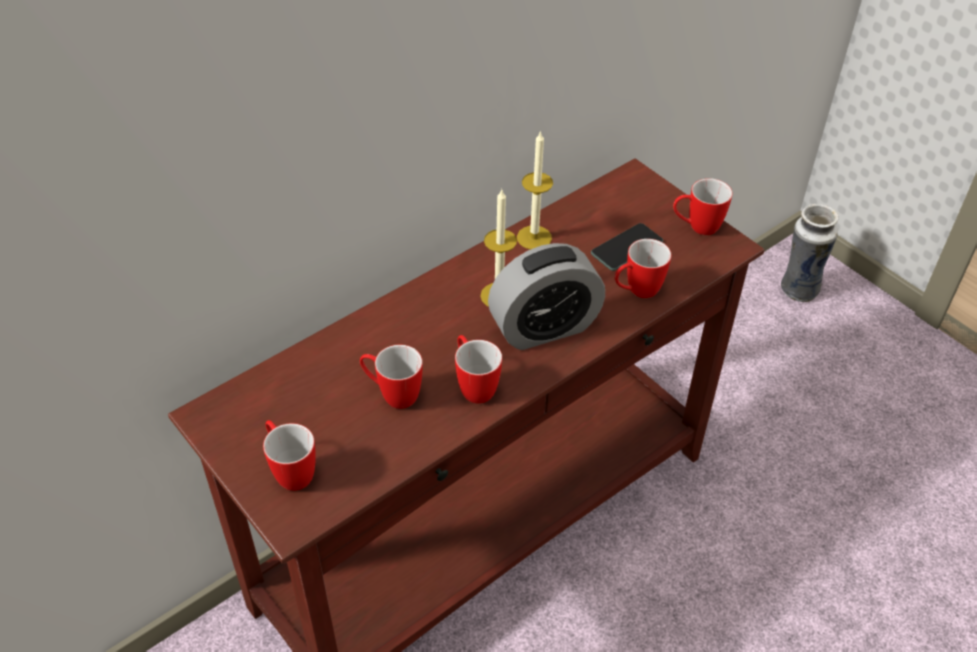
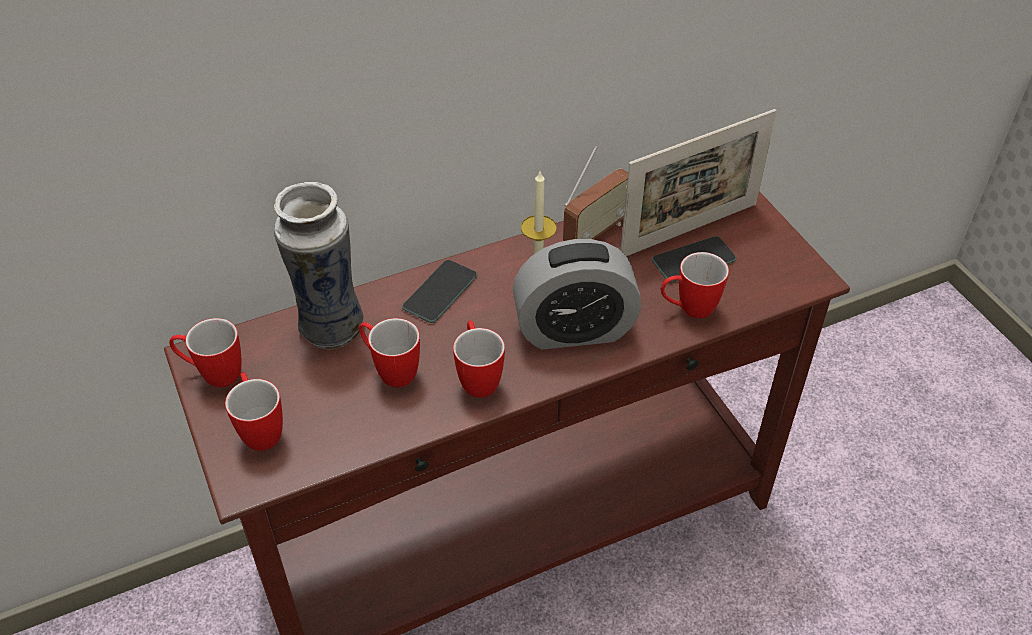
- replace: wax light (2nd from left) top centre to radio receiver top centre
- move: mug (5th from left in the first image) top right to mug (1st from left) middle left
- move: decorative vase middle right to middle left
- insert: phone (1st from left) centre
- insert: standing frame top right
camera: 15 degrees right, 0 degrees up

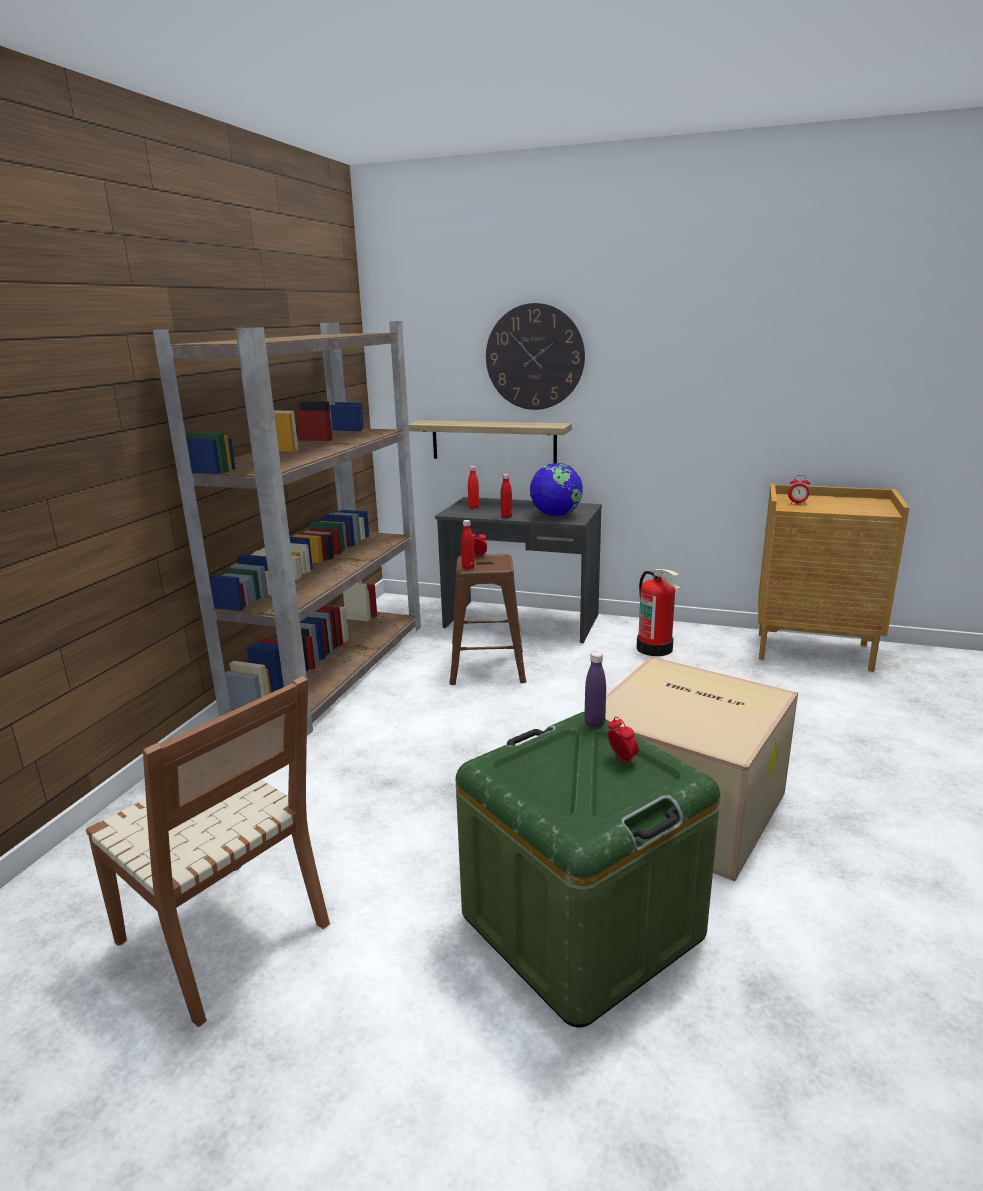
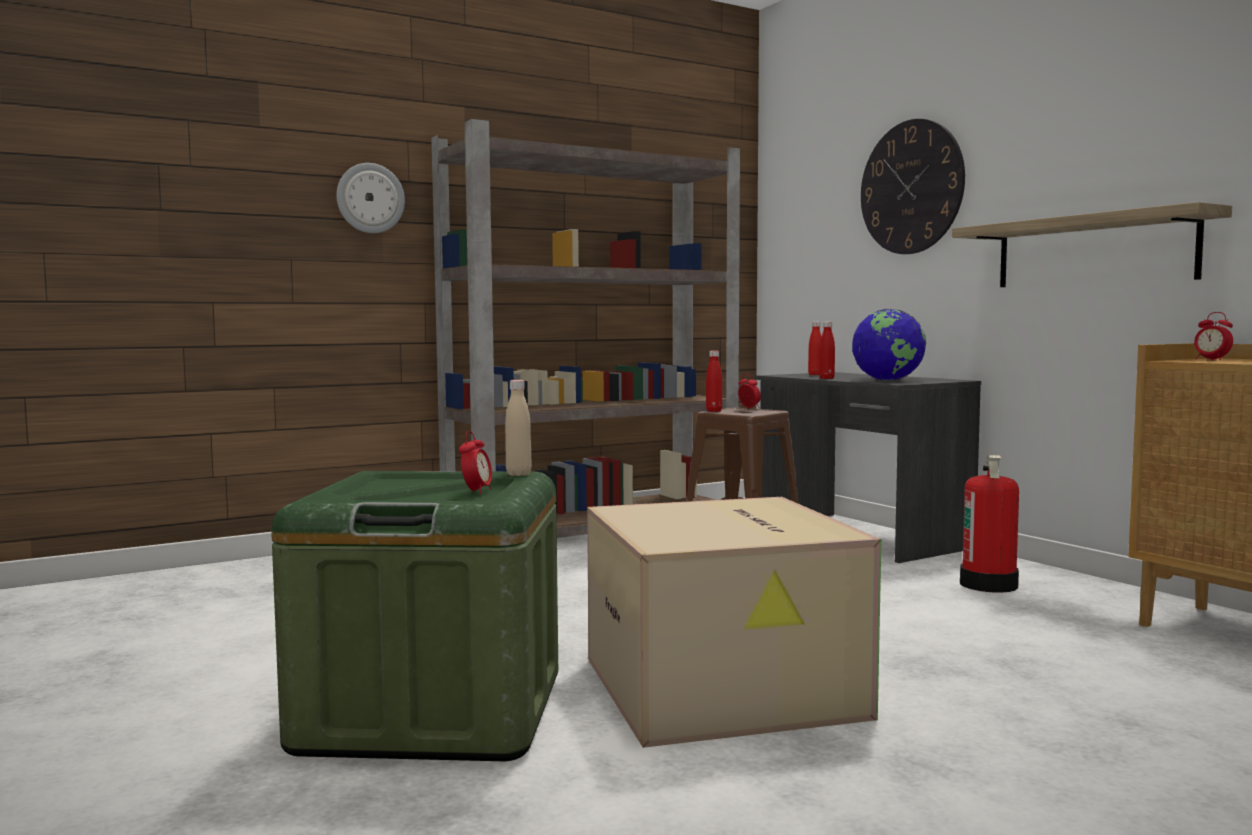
- delete: plain chair bottom left
- move: wall shelf centre to top right
- recolor: bottle (purple) centre to bottle (beige-coloured) centre
- insert: wall clock (1st from left) top left
camera: 40 degrees right, 15 degrees down

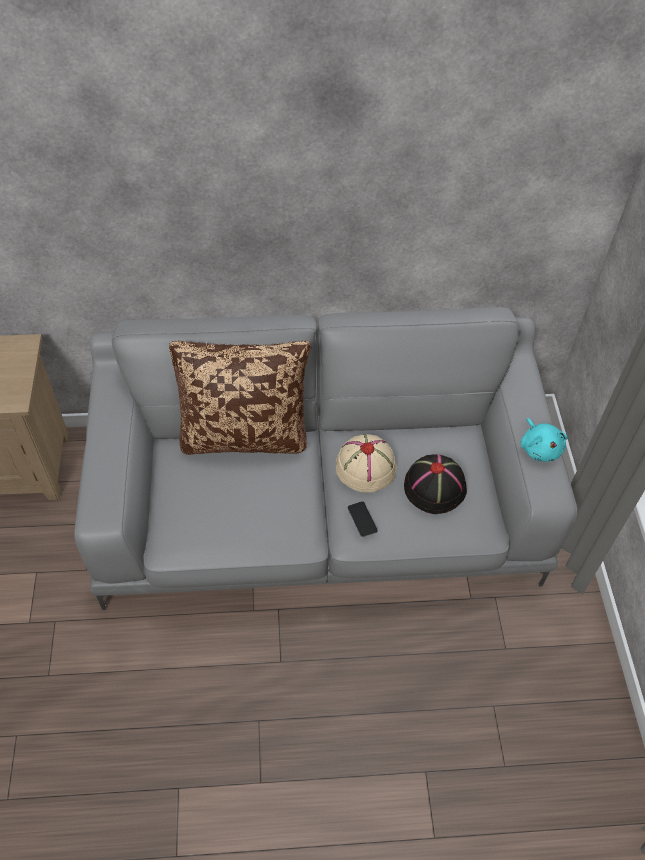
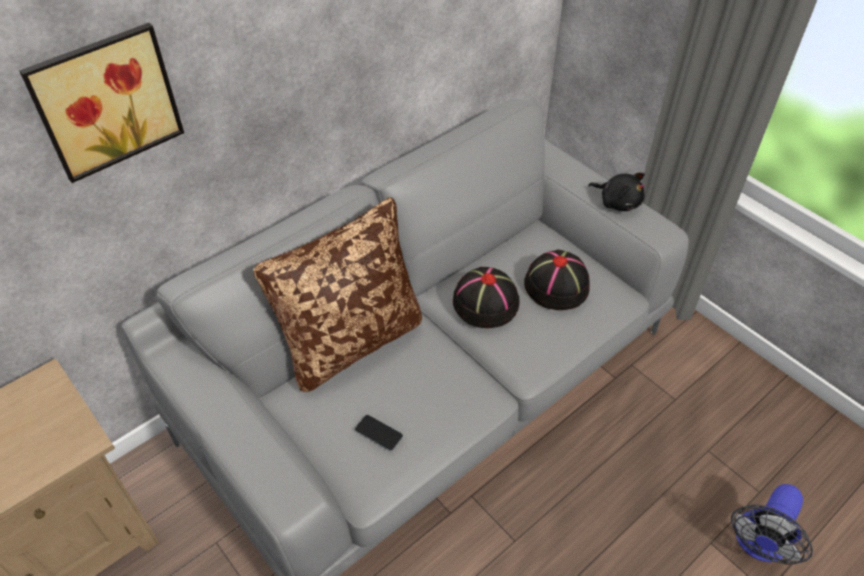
- recolor: wearable hat (beige-coloured) centre to wearable hat (blackish) (1st from left) centre
- move: phone centre to bottom centre
- recolor: plush toy (turquoise-coloured) middle right to plush toy (blackish) middle right
- insert: picture top left
- insert: electric fan bottom right
camera: 35 degrees left, 5 degrees down

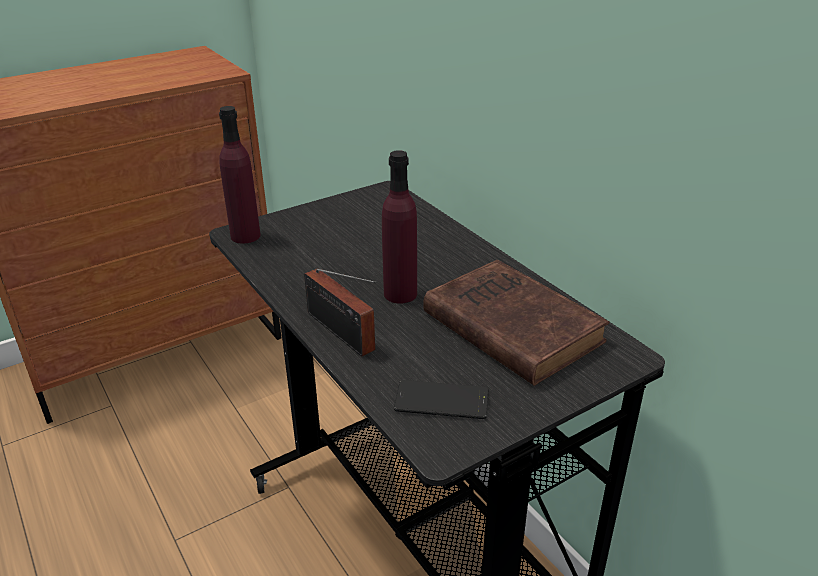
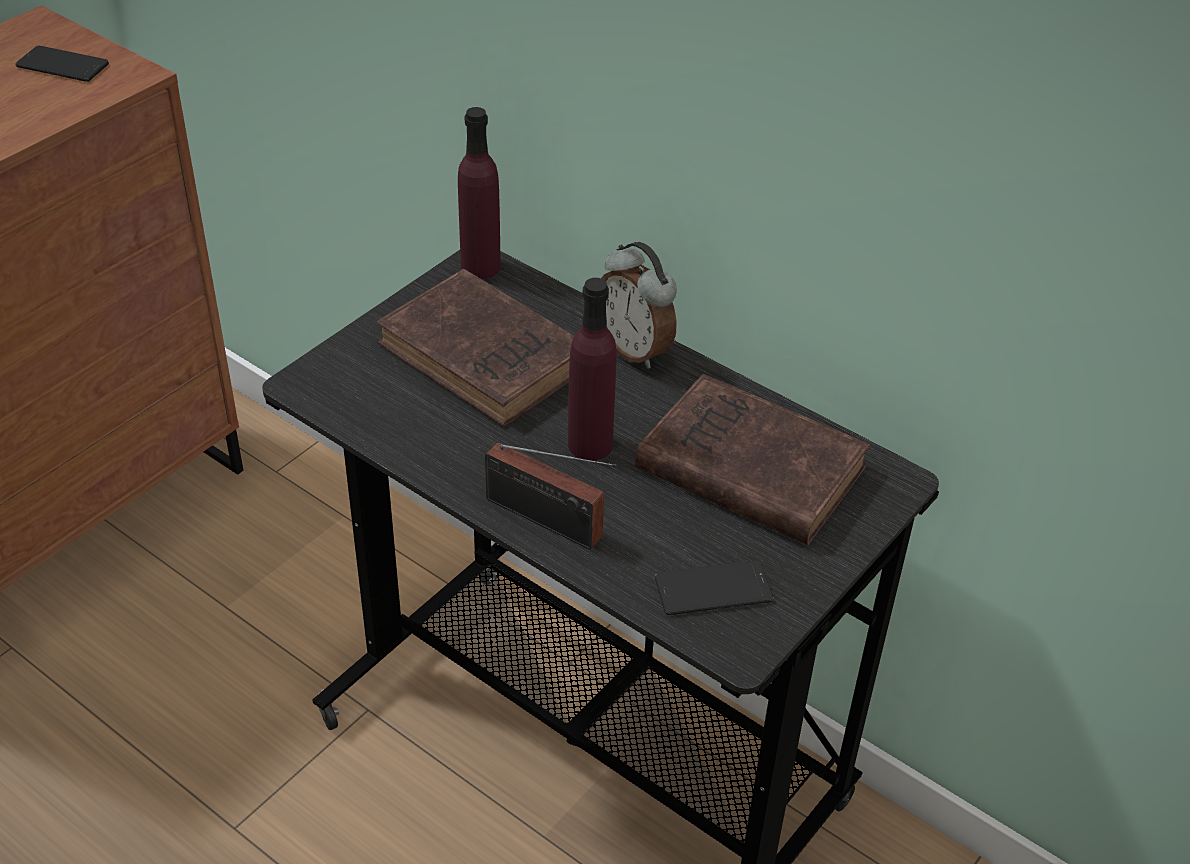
- move: bottle (purple) (1st from left) top left to top centre
- insert: phone (1st from left) top left
- insert: volume (brown-coloured) (1st from left) centre
- insert: table clock centre
camera: 20 degrees left, 10 degrees up

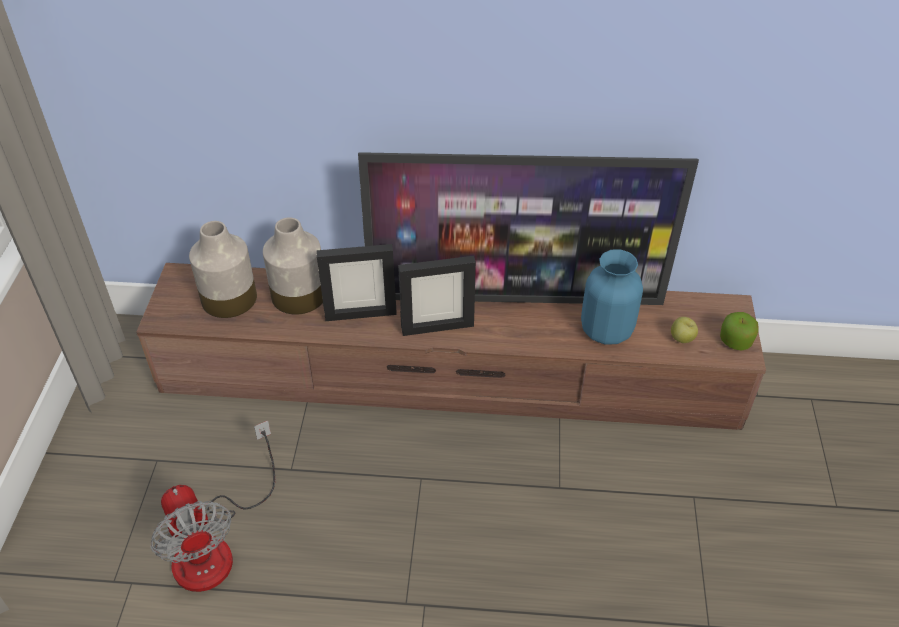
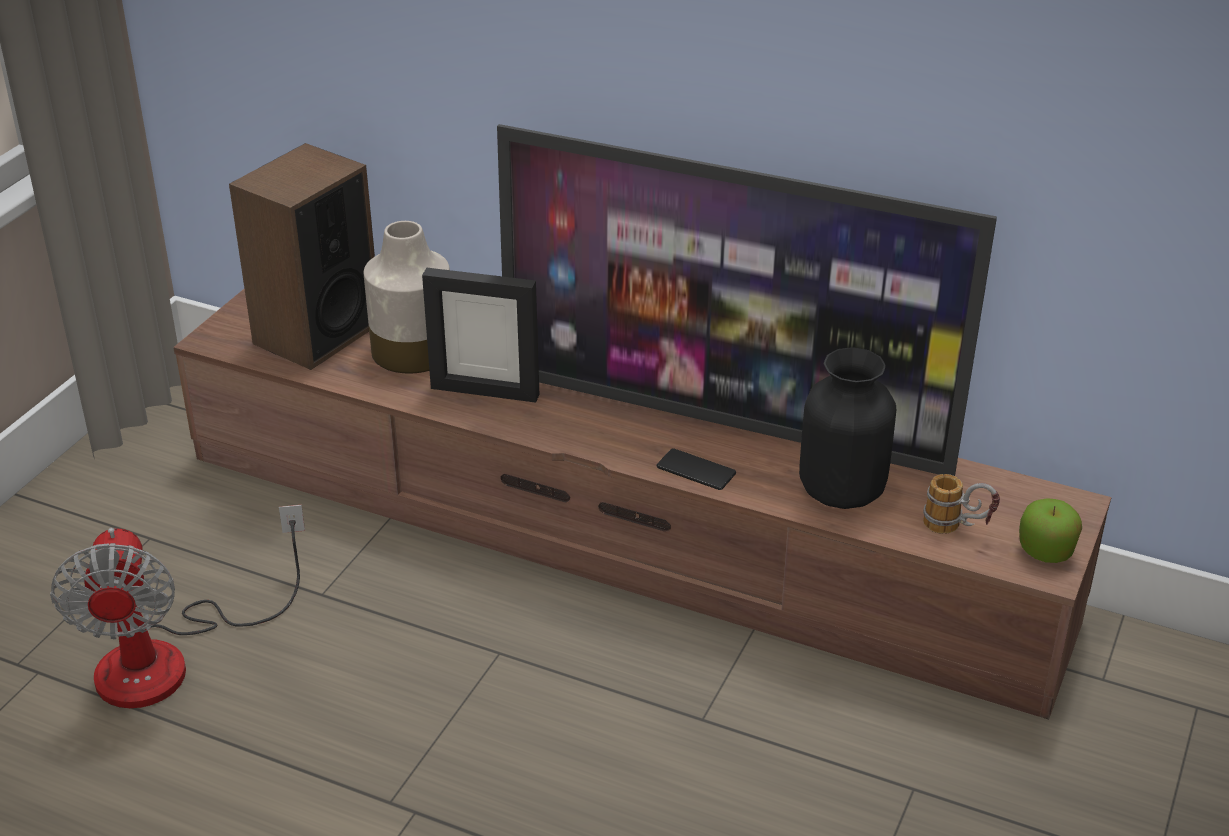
- replace: decorative vase (beige-coloured) (1st from left) middle left to audio speaker top left
- delete: standing frame (2nd from left) centre
- recolor: decorative vase (bluish) middle right to decorative vase (blackish) middle right
- replace: apple fruit (1st from left) middle right to mug middle right
- insert: phone centre
camera: 20 degrees right, 10 degrees down

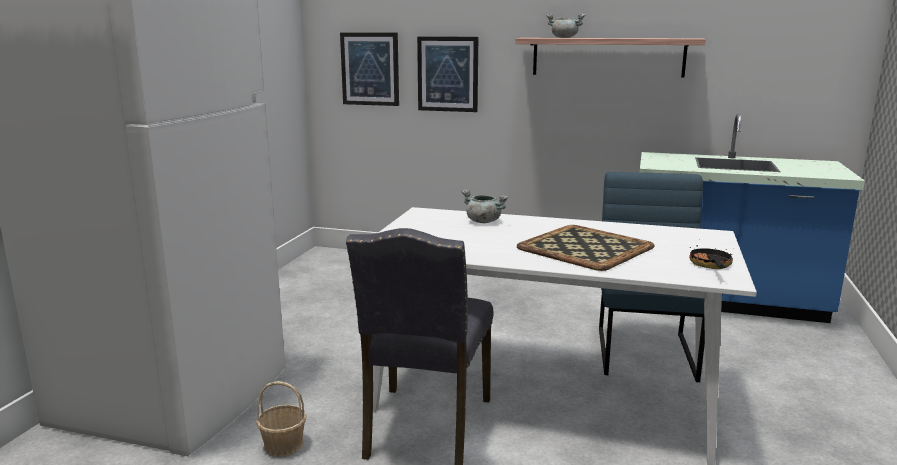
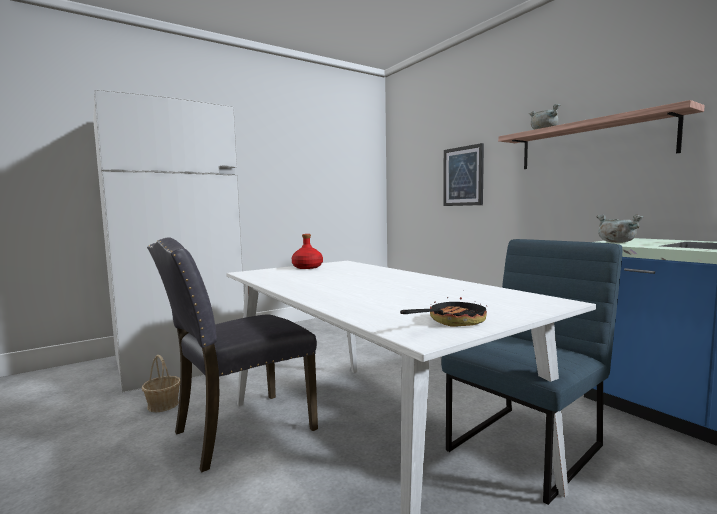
- delete: picture (1st from left) top centre
- move: saucepot (greyish) (1st from left in the first image) centre to saucepot (greyish) (2nd from left) middle right
- delete: serving tray centre
- insert: bottle (red) centre
camera: 40 degrees right, 10 degrees down

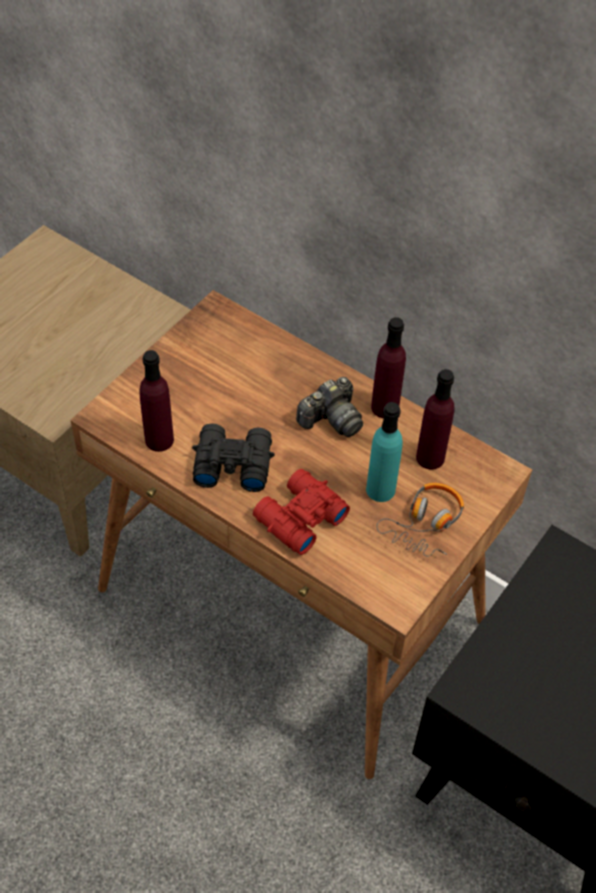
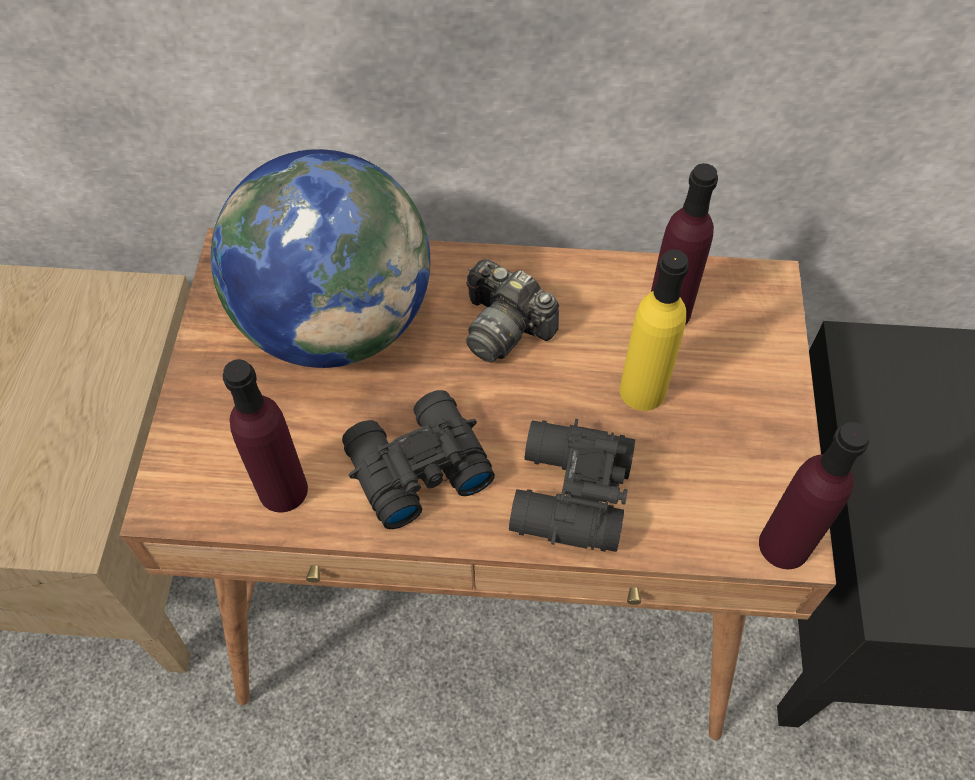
- recolor: field glasses (red) centre to field glasses (blackish) (2nd from left) centre
- rotate: photo camera centre = centre 105 degrees clockwise
- recolor: bottle (turquoise-coloured) centre to bottle (yellow) middle right
- move: bottle (purple) (2nd from left in the first image) centre to bottle (purple) (3rd from left) middle right
- delete: headset middle right
- insert: desk globe top left
camera: 30 degrees left, 5 degrees up

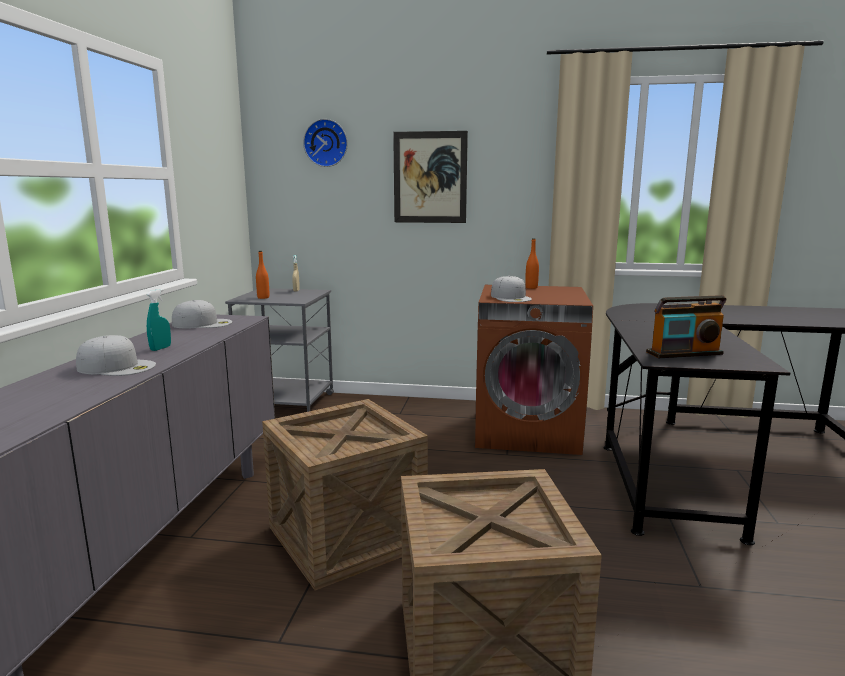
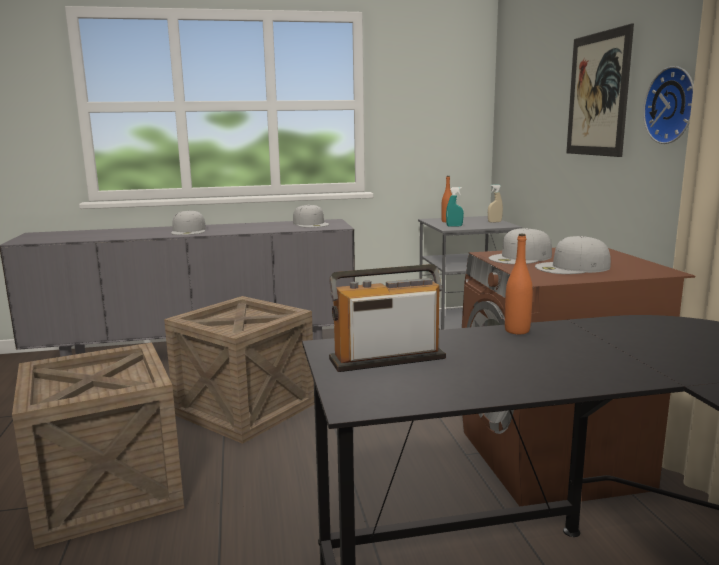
- move: spray bottle (turquoise-coloured) middle left to centre
- move: wall clock top centre to top right
- move: bottle (orange) (2nd from left) centre to middle right
- rotate: radio receiver middle right = centre 105 degrees clockwise
- insert: peaked cap (white) (4th from left) middle right
camera: 70 degrees right, 0 degrees up

